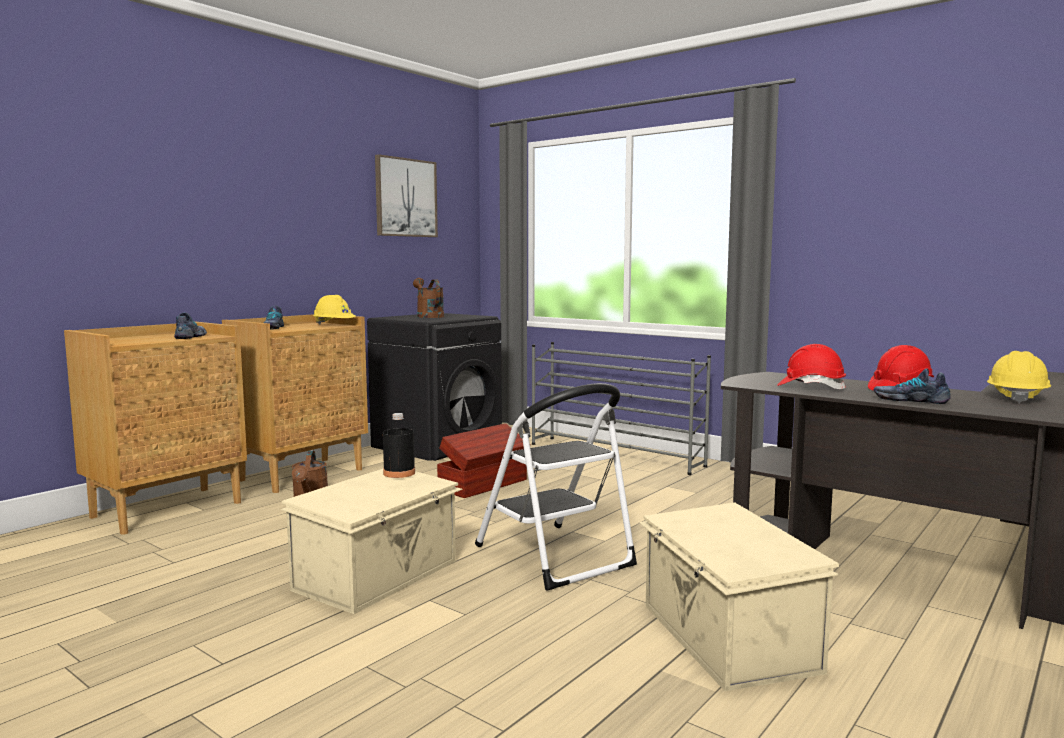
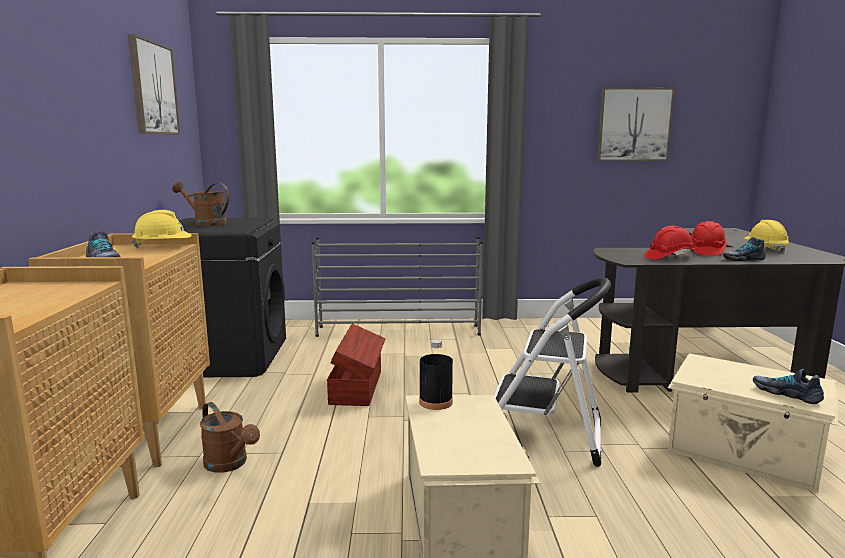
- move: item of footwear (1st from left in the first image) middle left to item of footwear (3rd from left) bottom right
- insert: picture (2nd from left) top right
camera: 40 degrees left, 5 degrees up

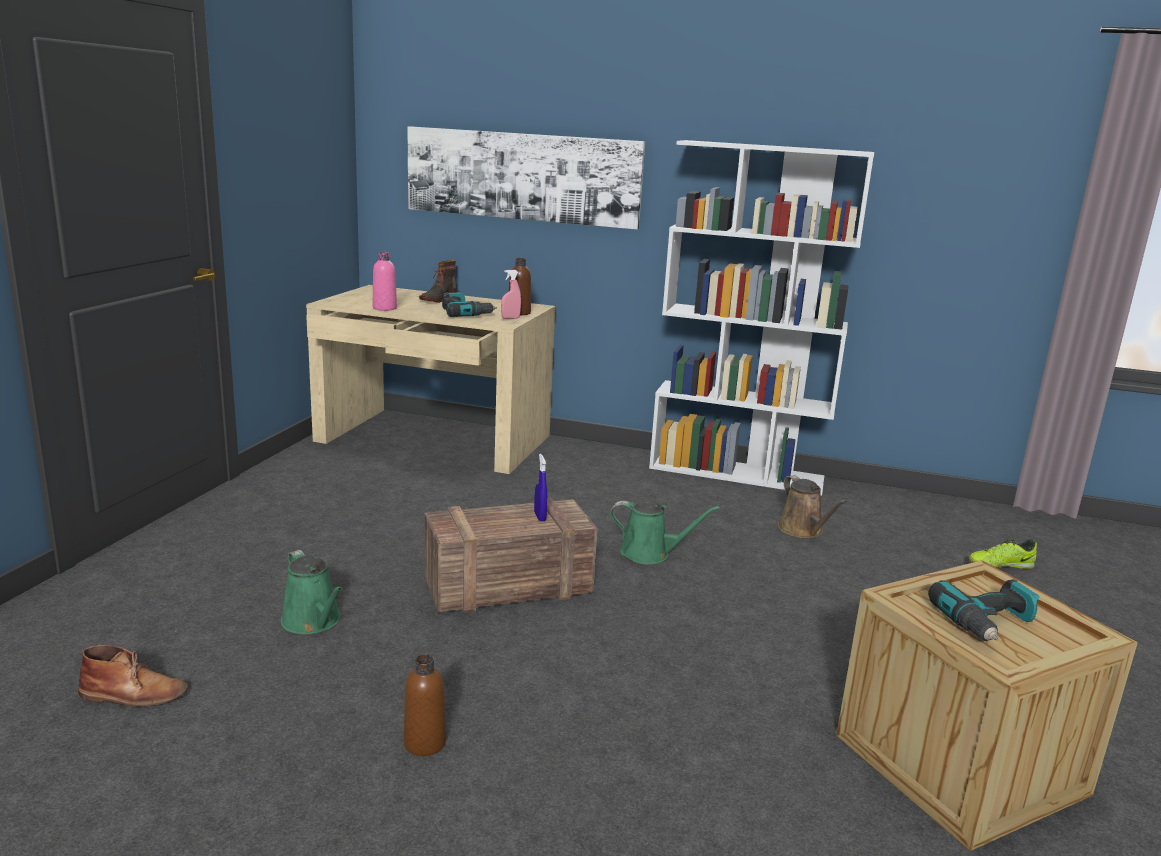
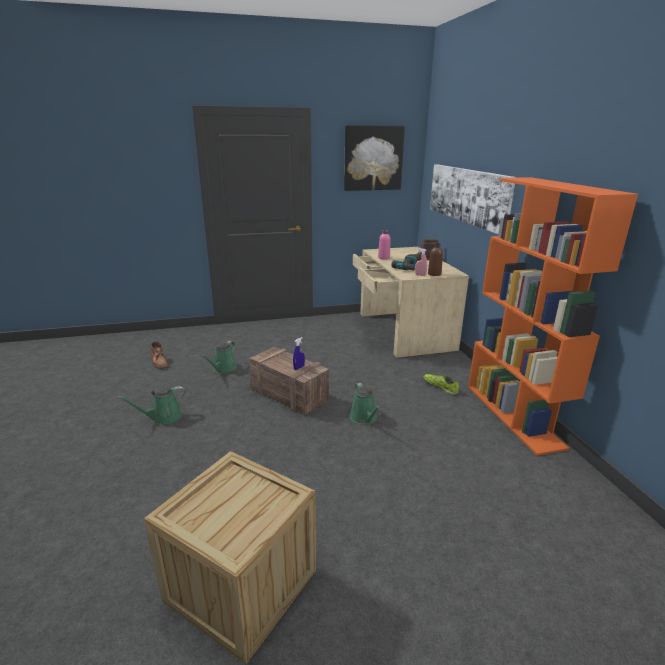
- replace: bottle (brown-coloured) (1st from left) bottom centre to watering pot (greenish) (1st from left) middle left
- recolor: shelving unit (white) centre to shelving unit (orange) middle right
- delete: watering pot (brown-coloured) middle right
- delete: drill (2nd from left) bottom right
- move: item of footwear middle right to centre
- insert: picture (1st from left) top centre
camera: 60 degrees right, 5 degrees up

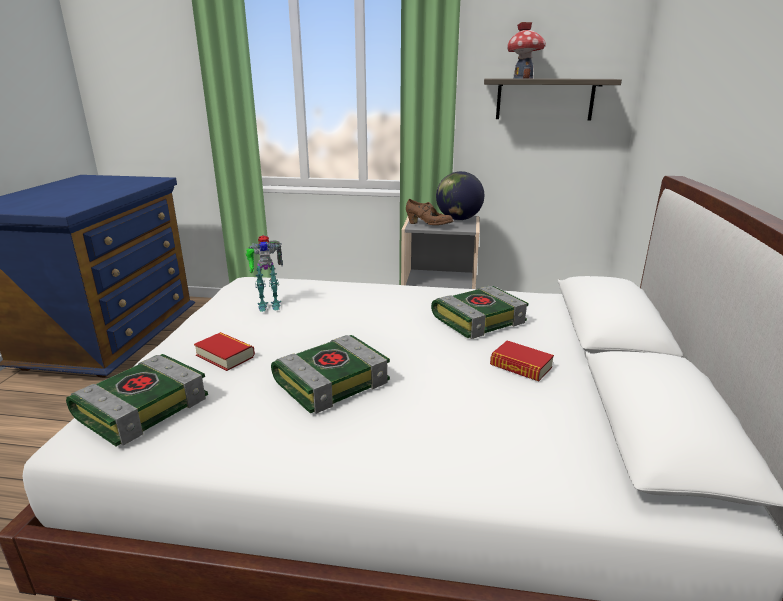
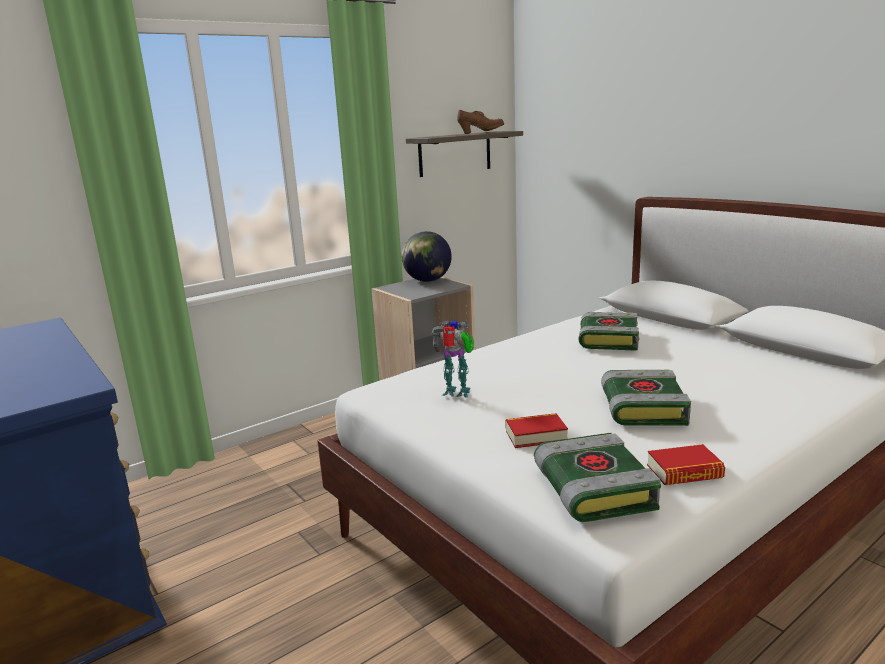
- rotate: model robot centre = centre 105 degrees counterclockwise
- move: item of footwear (brown-coloured) centre to top centre
- move: volume (5th from left) middle right to bottom right
- delete: miniature house top right
camera: 45 degrees left, 5 degrees down

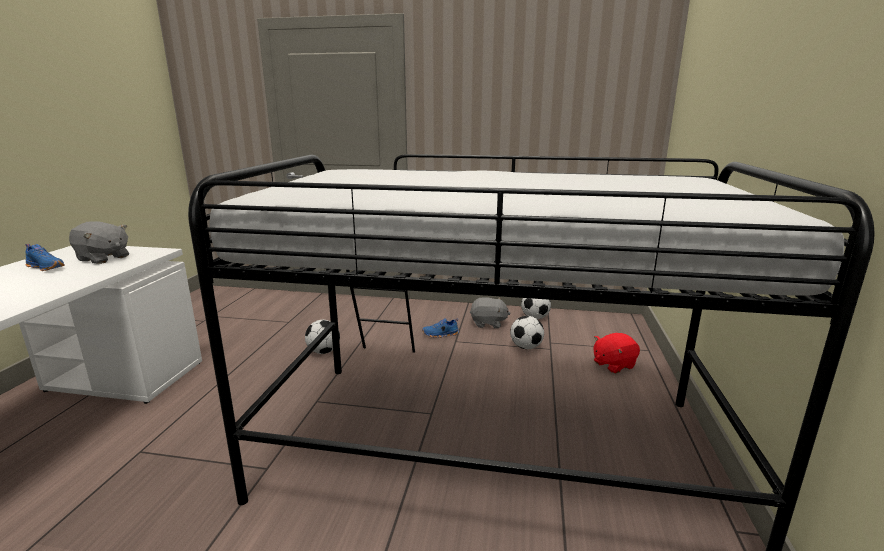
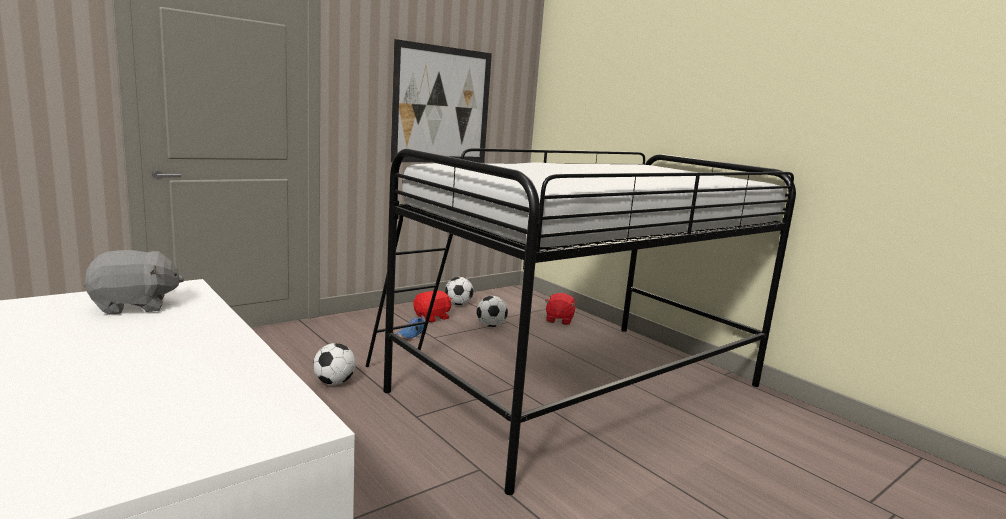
- delete: item of footwear (bluish) (1st from left) middle left
- recolor: plush toy (greyish) (2nd from left) centre to plush toy (red) (1st from left) centre
- insert: picture top centre
camera: 50 degrees left, 5 degrees down

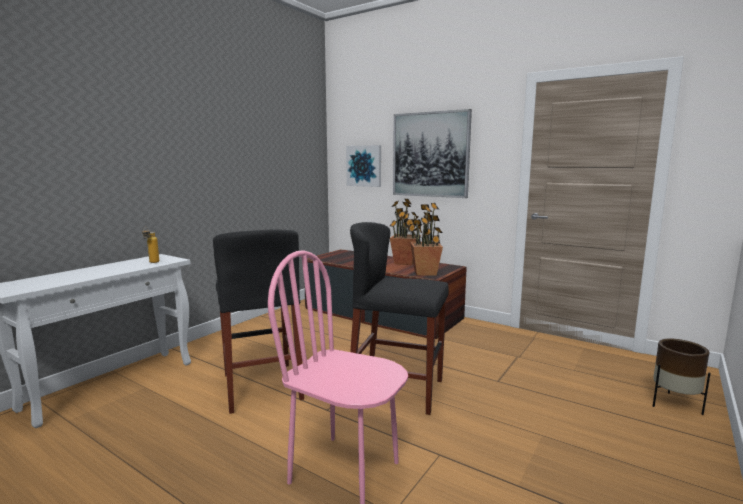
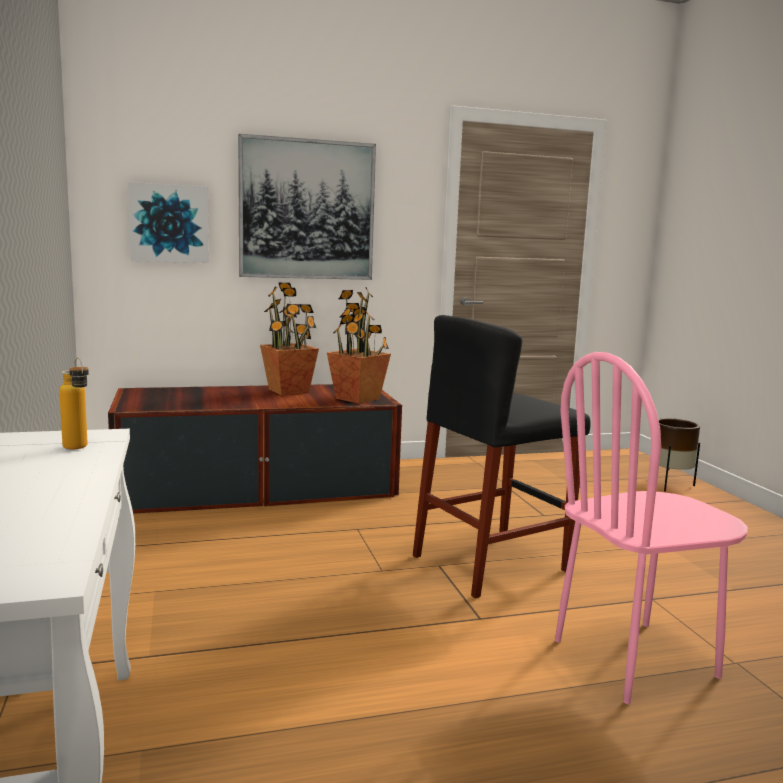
- delete: sitting stool (blackish) (1st from left) centre
camera: 50 degrees left, 0 degrees up

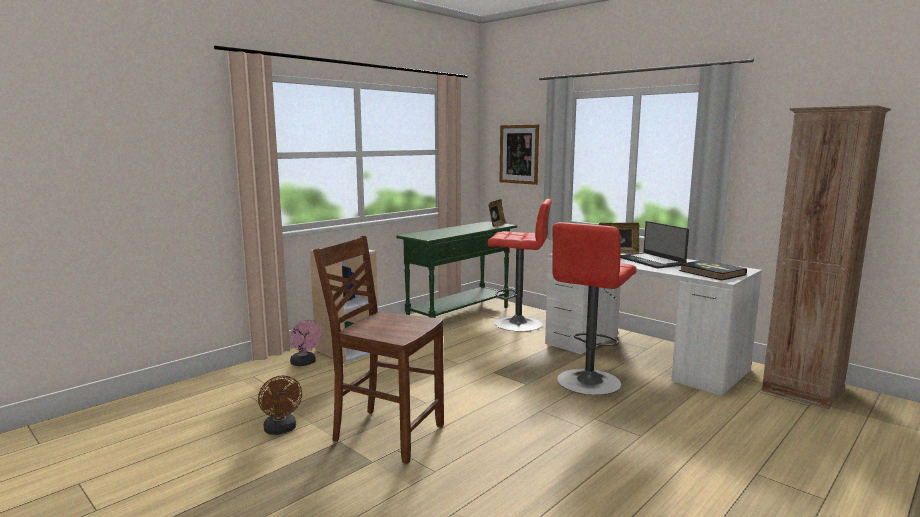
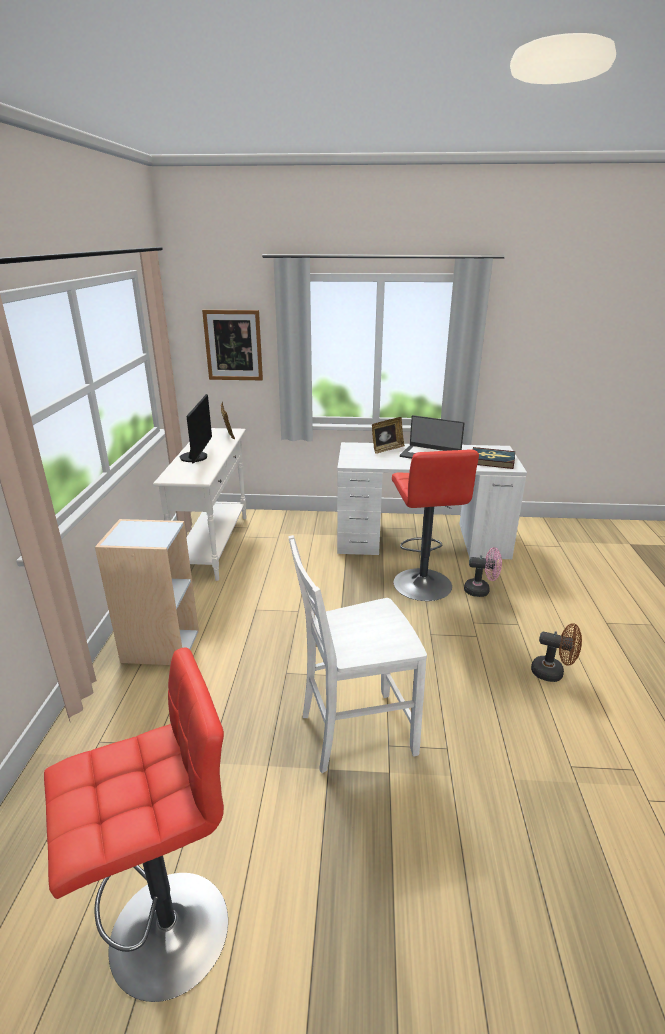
- move: electric fan (brown-coloured) bottom left to middle right
- move: electric fan (pink-coloured) middle left to middle right
- recolor: plain chair (brown-coloured) bottom centre to plain chair (white) centre
- recolor: narrow table (greenish) centre to narrow table (white) middle left
- move: sitting stool (red) (1st from left) centre to bottom left
- delete: storage cabinet (brown-coloured) middle right
- insert: computer screen middle left
camera: 40 degrees left, 15 degrees up

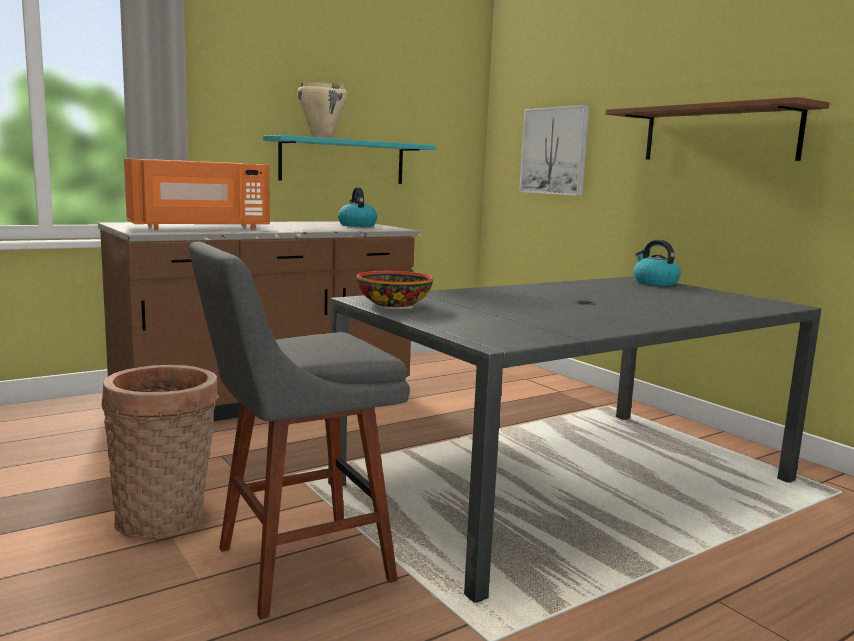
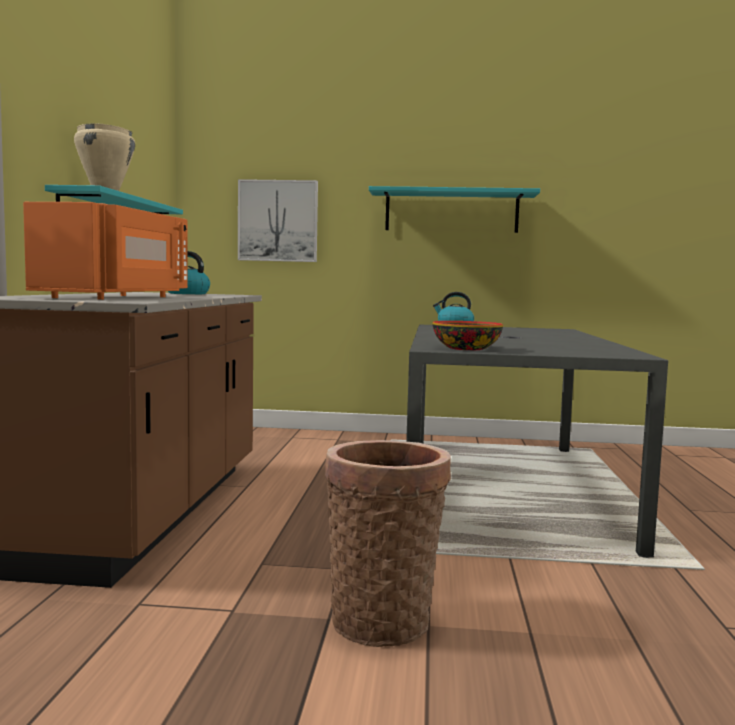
- delete: sitting stool (greyish) bottom centre
- recolor: wall shelf (brown-coloured) top right to wall shelf (turquoise-coloured) (2nd from left) top centre
camera: 50 degrees left, 5 degrees down

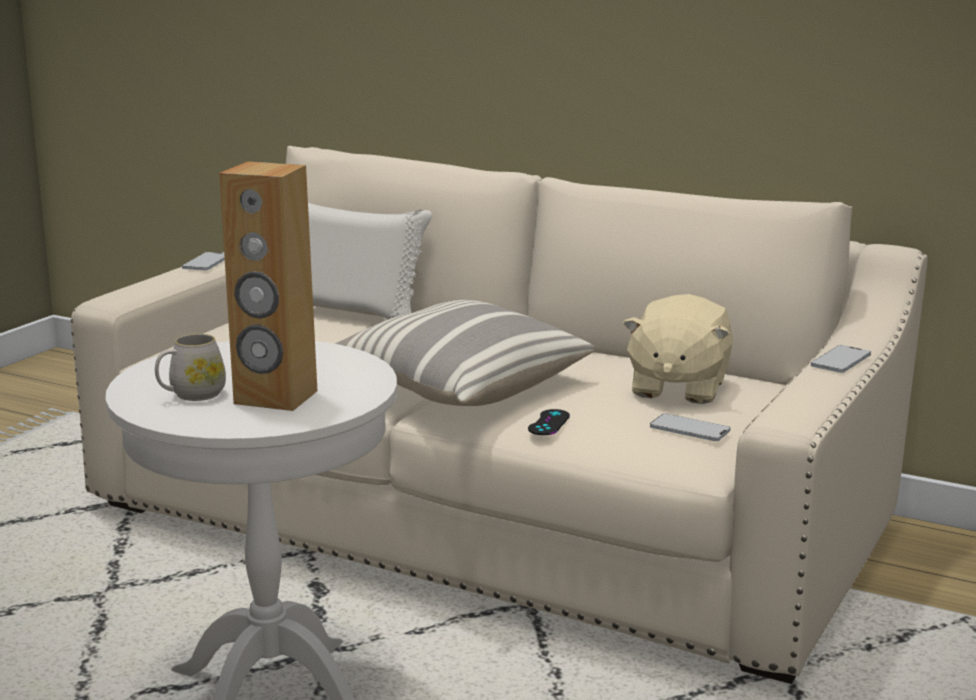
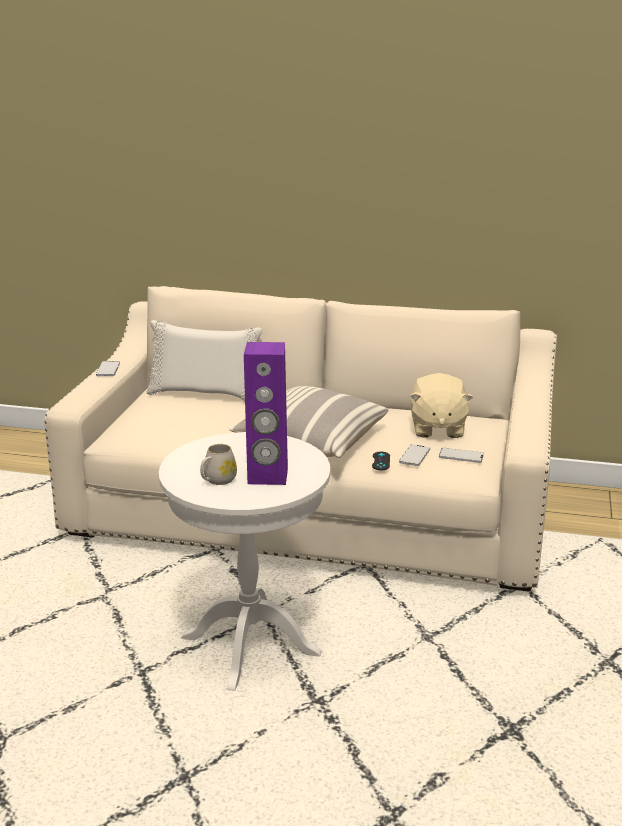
- recolor: audio speaker (brown-coloured) middle left to audio speaker (purple) centre
- move: phone (3rd from left in the first image) middle right to phone (2nd from left) centre
camera: 15 degrees left, 5 degrees up

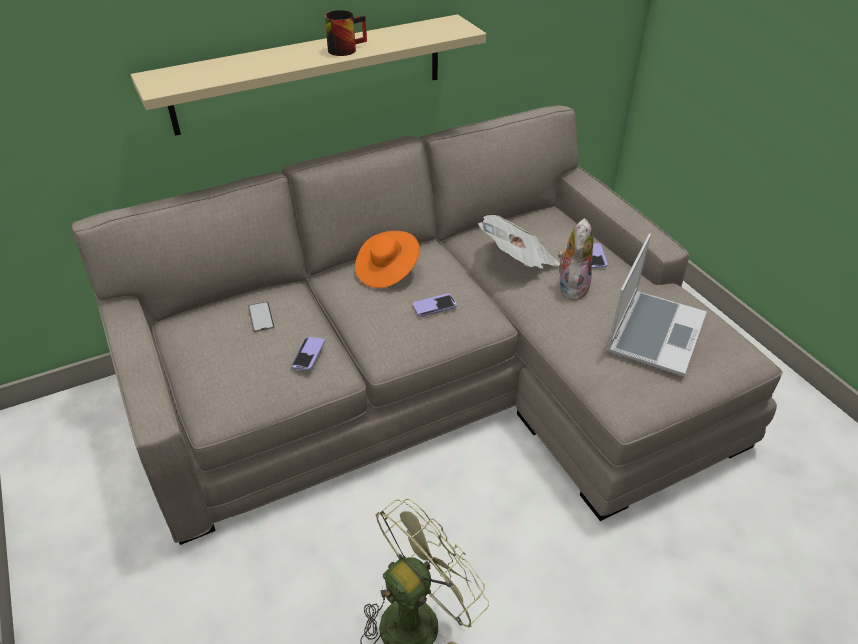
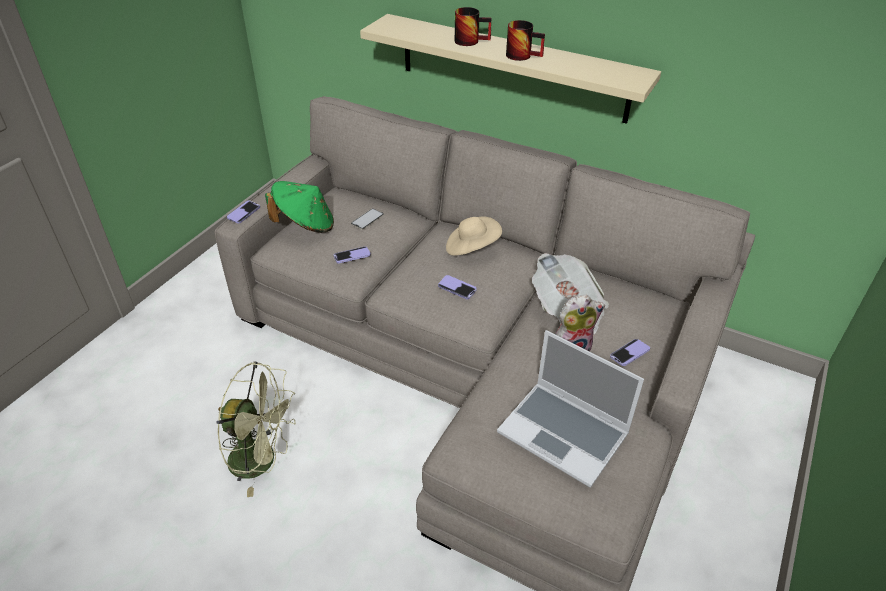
- recolor: wearable hat (orange) centre to wearable hat (beige-coloured) centre
- rotate: laptop middle right = bottom centre 45 degrees clockwise
- insert: phone (1st from left) middle left
- insert: wearable hat (greenish) centre
- insert: mug (1st from left) top centre
camera: 55 degrees right, 0 degrees up

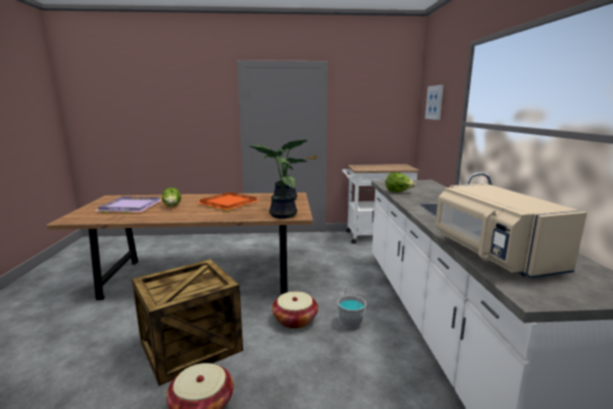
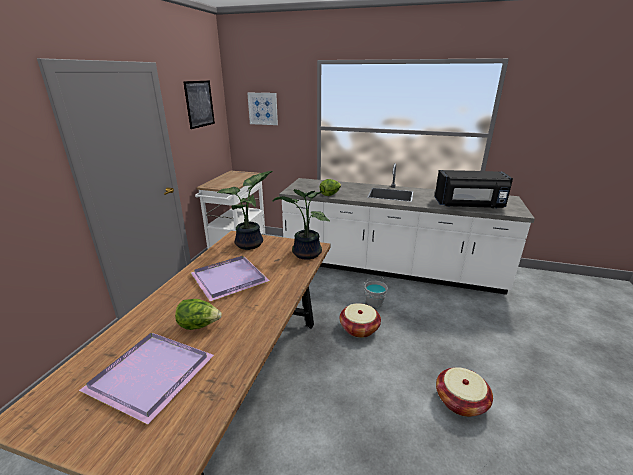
- delete: crate bottom left
- recolor: serving tray (orange) centre to serving tray (purple) (2nd from left) centre
- recolor: microwave (beige-coloured) middle right to microwave (blackish) middle right
- insert: picture (1st from left) top left
camera: 70 degrees left, 10 degrees up

